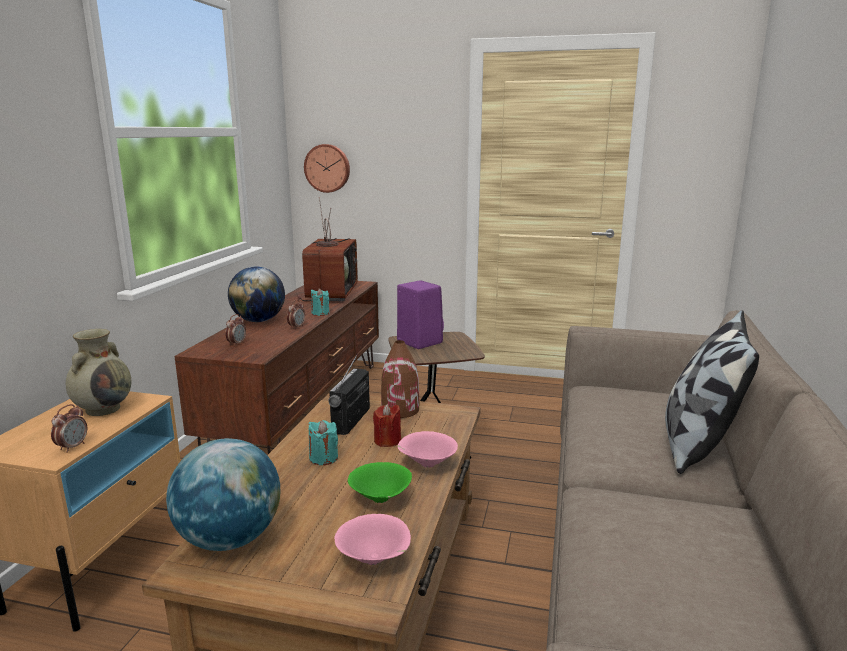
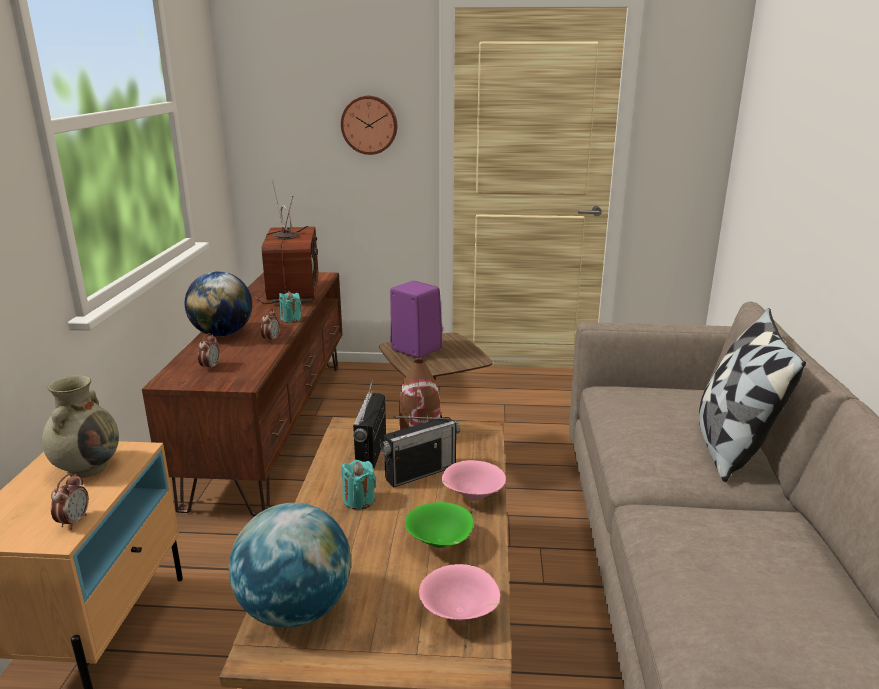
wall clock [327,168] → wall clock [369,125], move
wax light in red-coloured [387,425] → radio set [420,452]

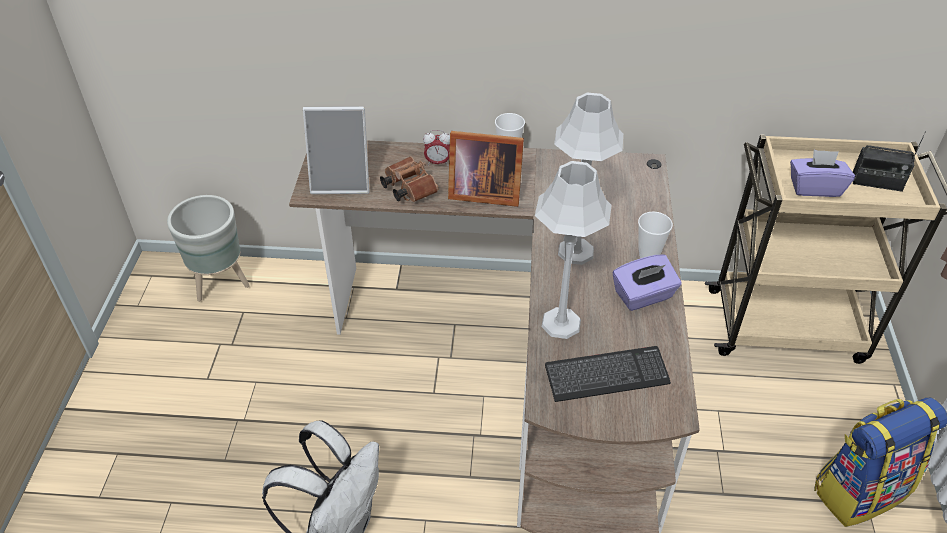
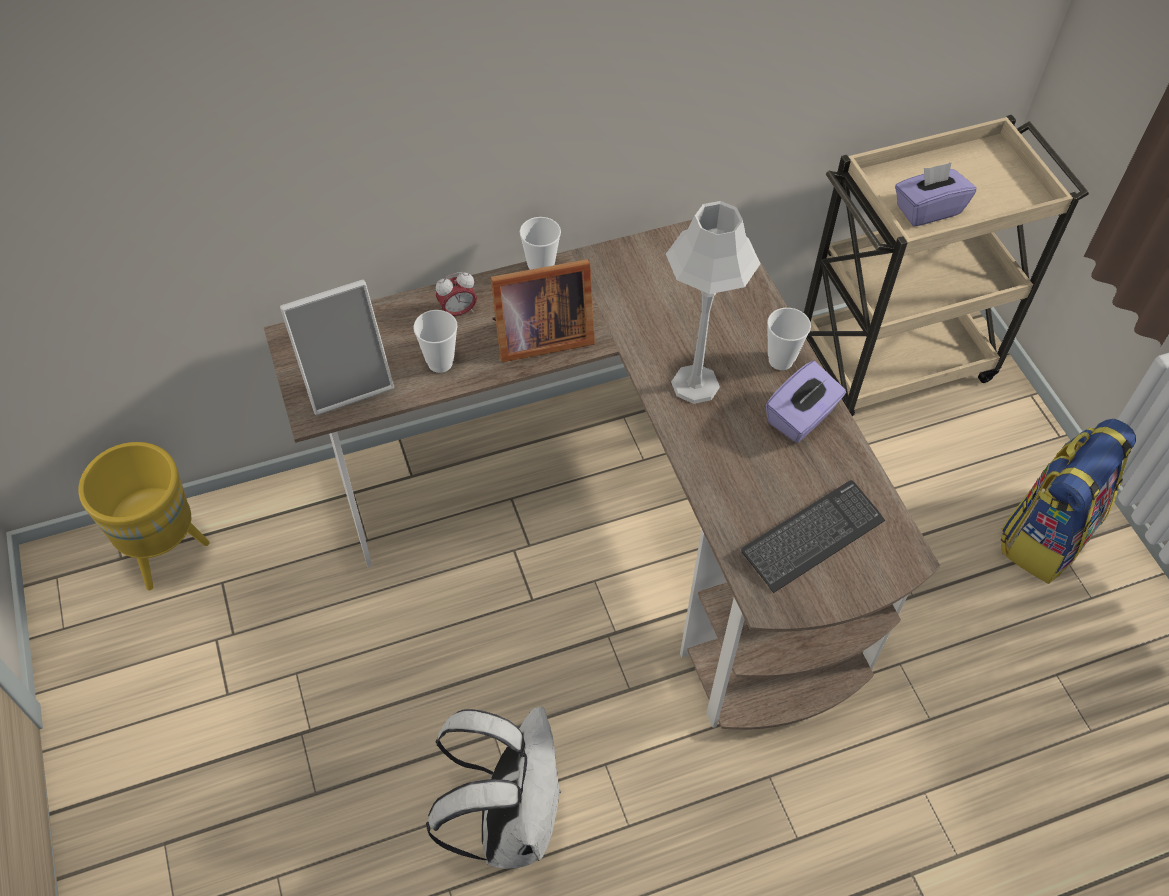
plant pot in grey [208,248] → plant pot in yellowish [144,516]
binoculars in brown-coloured [409,179] → drinking cup [435,341]
lamp for a table in grey [573,250] → -
radio set [889,161] → -

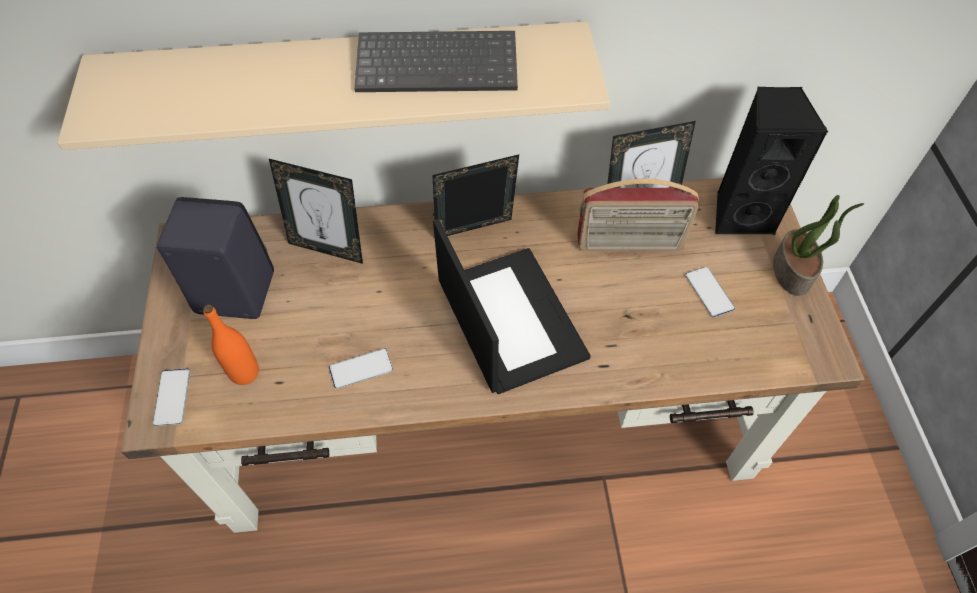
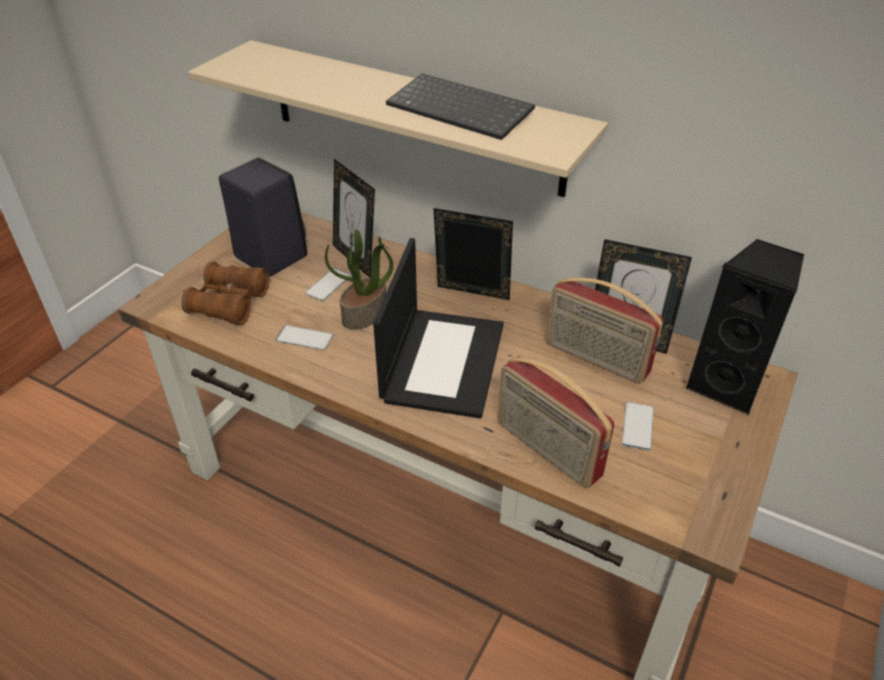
drink bottle in orange-coloured [231,345] → binoculars in brown-coloured [226,293]
phone [171,397] → phone [328,284], move
plant in a pot [818,245] → plant in a pot [359,279], move
- → radio set [556,422]

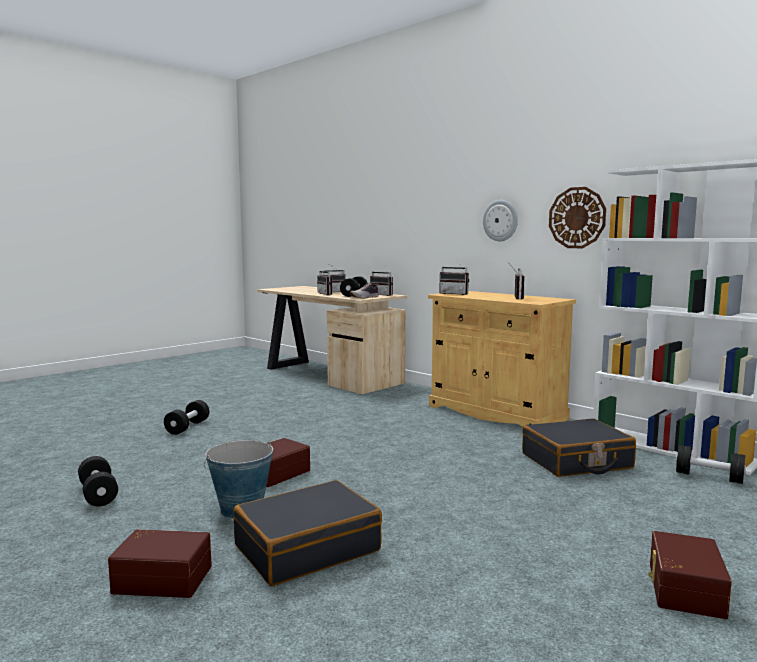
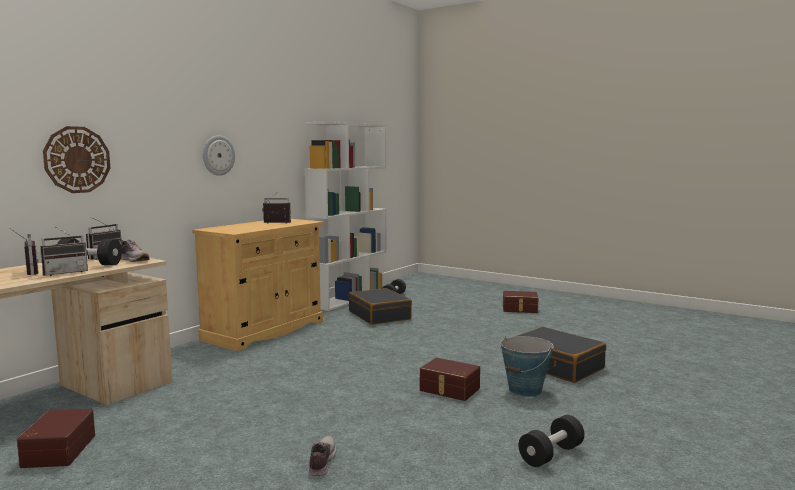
storage box in brown-coloured [160,563] → storage box in brown-coloured [56,438], move
wall clock [577,217] → wall clock [76,159], move
free weight in blackish [186,417] → low shoe [322,456]
radio set [454,278] → -

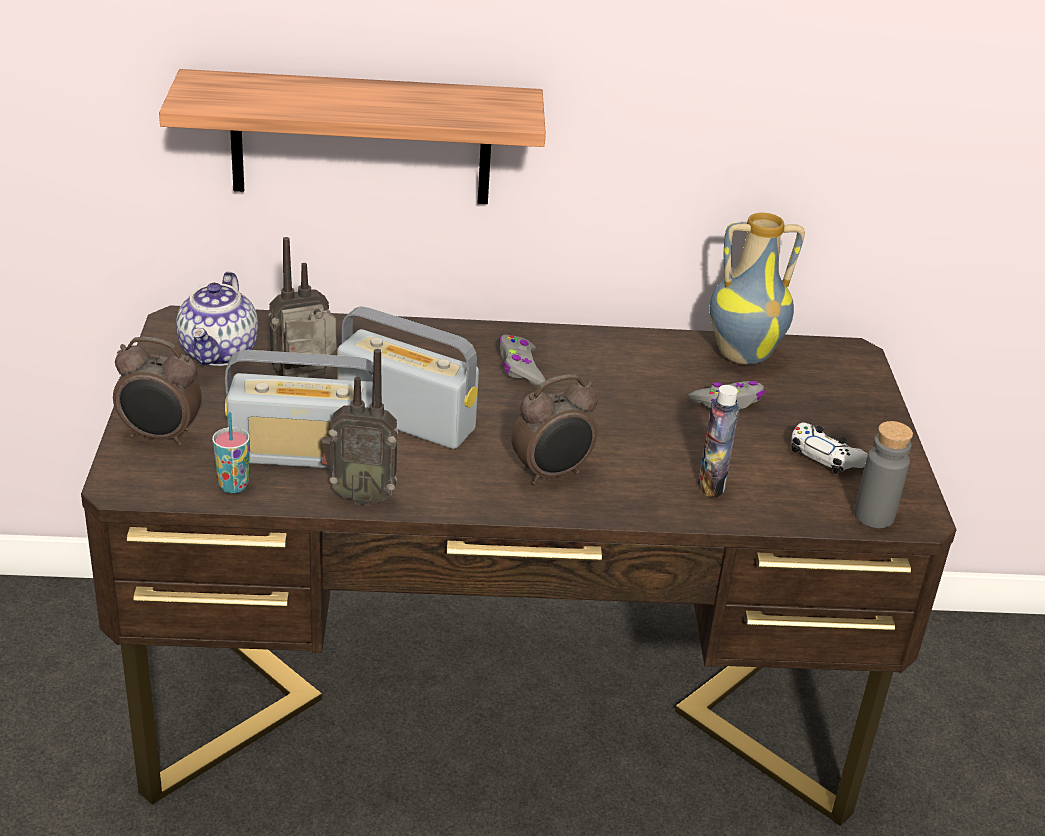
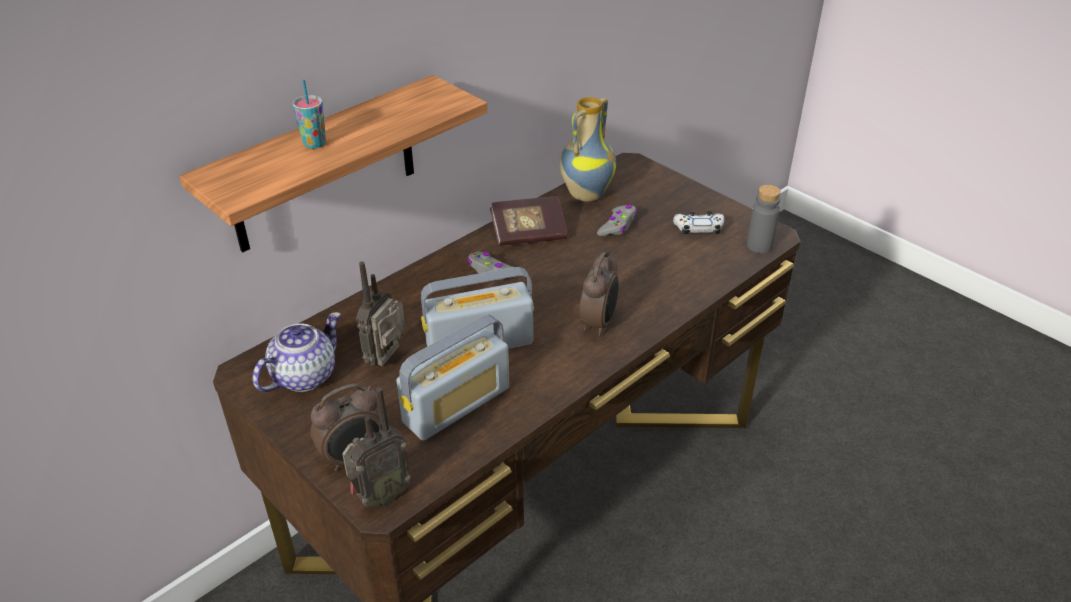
pot for tea [217,319] → pot for tea [297,352], 105 degrees counterclockwise
drinking cup [231,452] → drinking cup [309,114], move
radio set [360,427] → radio set [376,447], move
- → volume [529,221]
drink bottle [718,441] → -

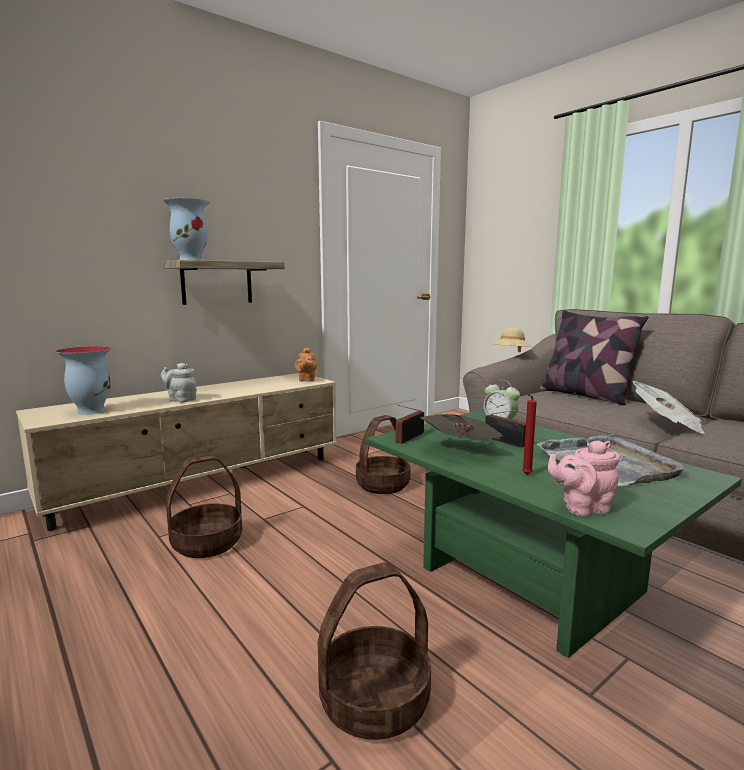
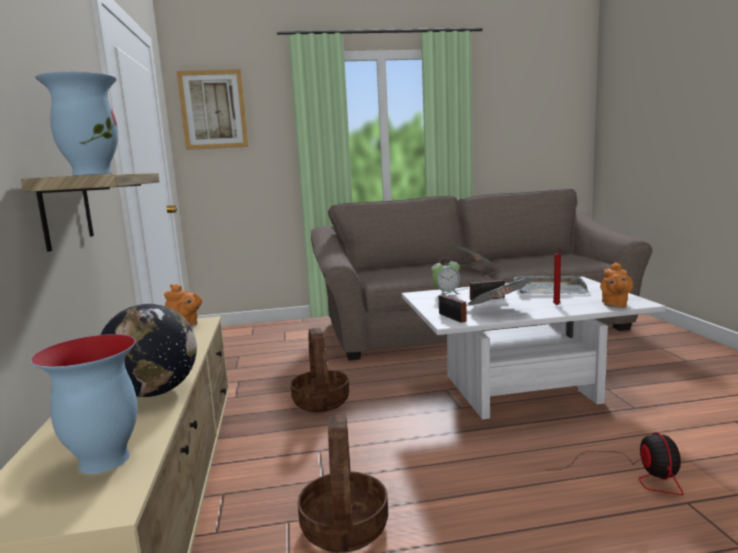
pot for tea in grey [179,383] → desk globe [148,350]
- → picture [212,109]
lounge table in green [554,534] → lounge table in white-coloured [534,347]
storage basket [374,651] → fan [620,463]
pot for tea in pinkish [584,478] → pot for tea in orange-coloured [616,285]
hat in beige [511,339] → -
cushion [594,357] → -

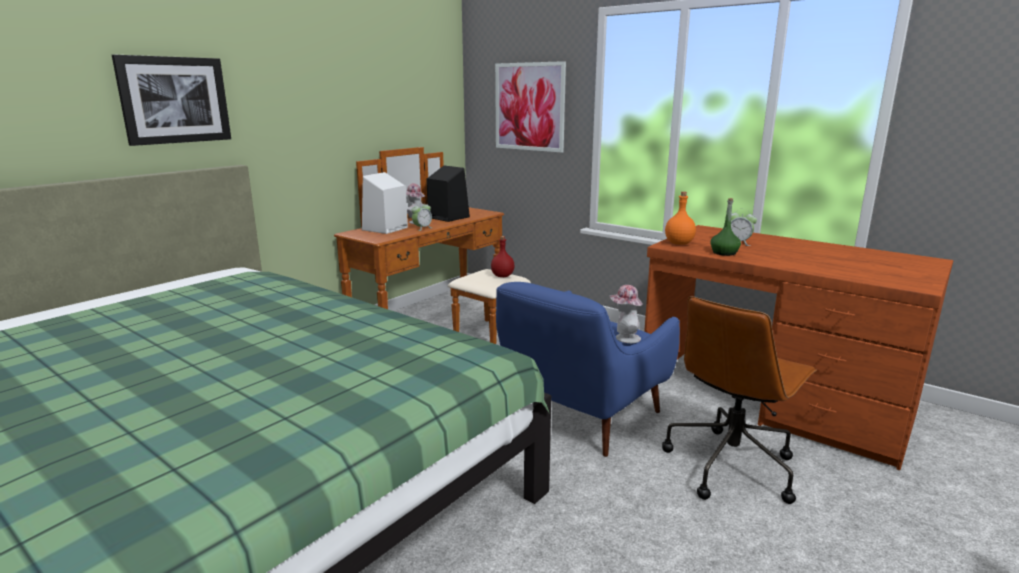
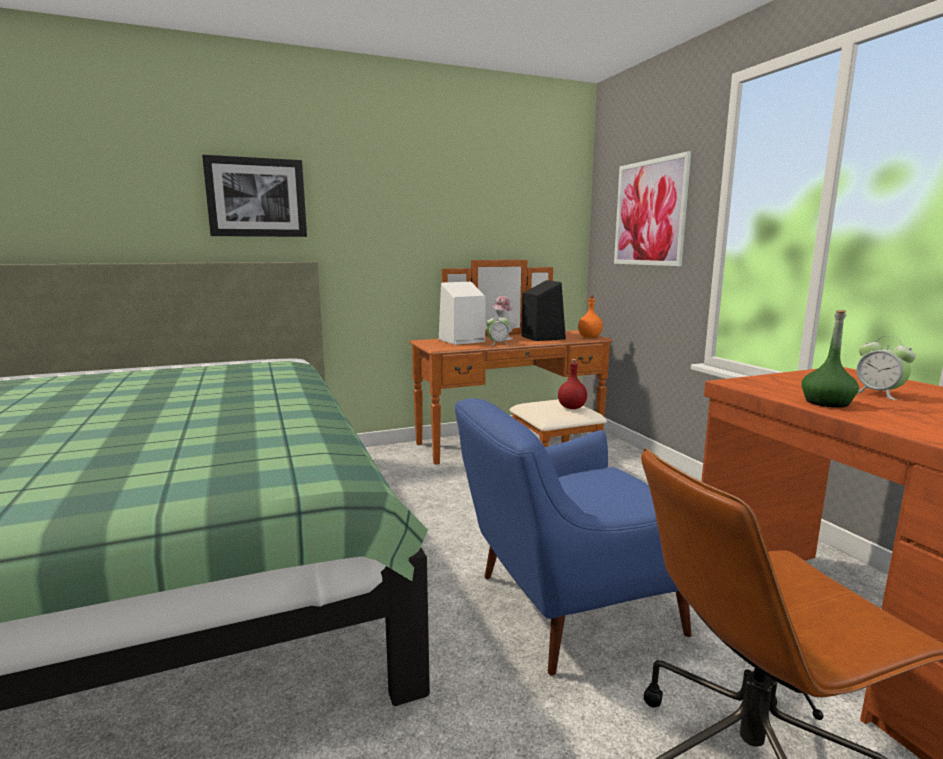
drink bottle in orange-coloured [680,218] → drink bottle in orange-coloured [590,316], move
hat [626,314] → -

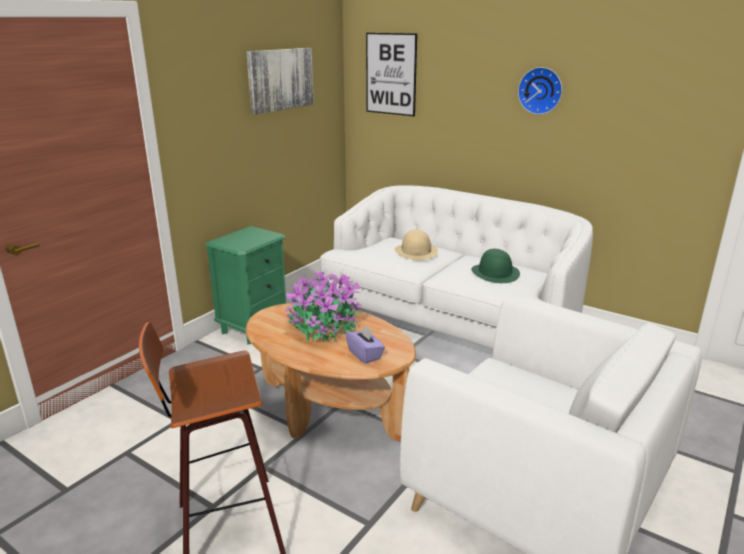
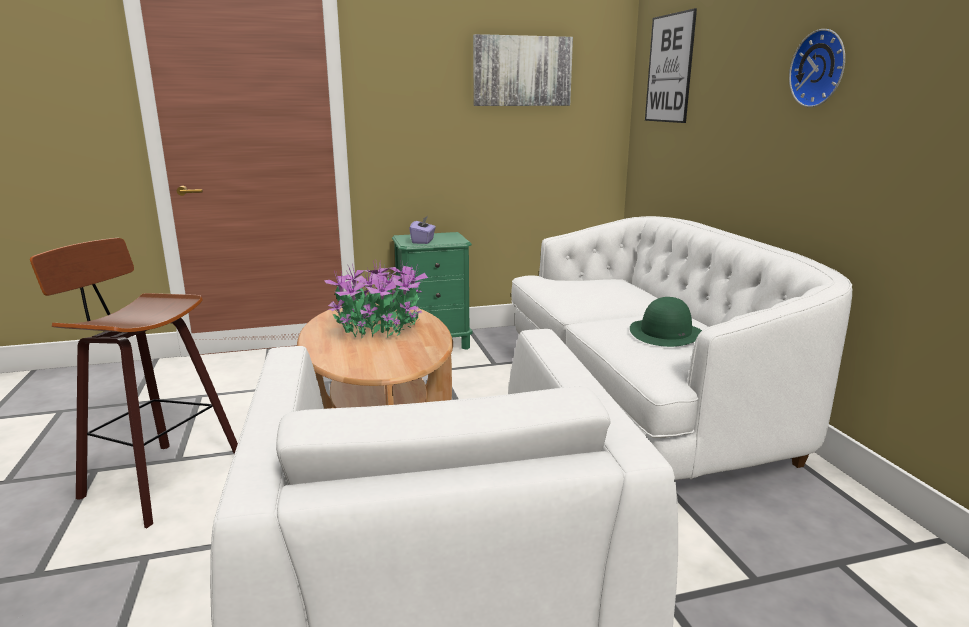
tissue box in purplish [365,344] → tissue box in purplish [422,230], move
hat in beige [416,244] → -

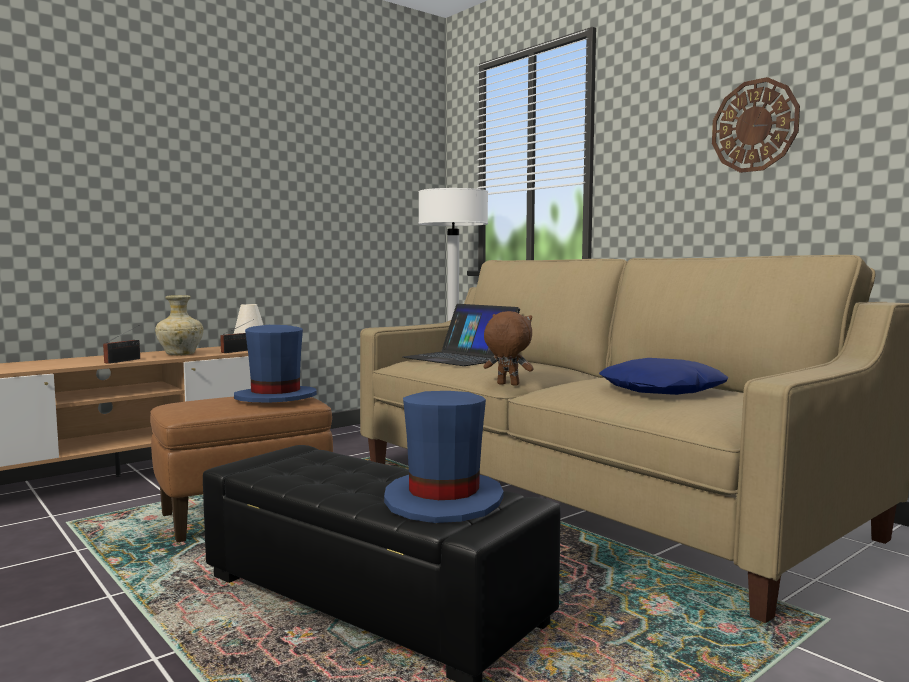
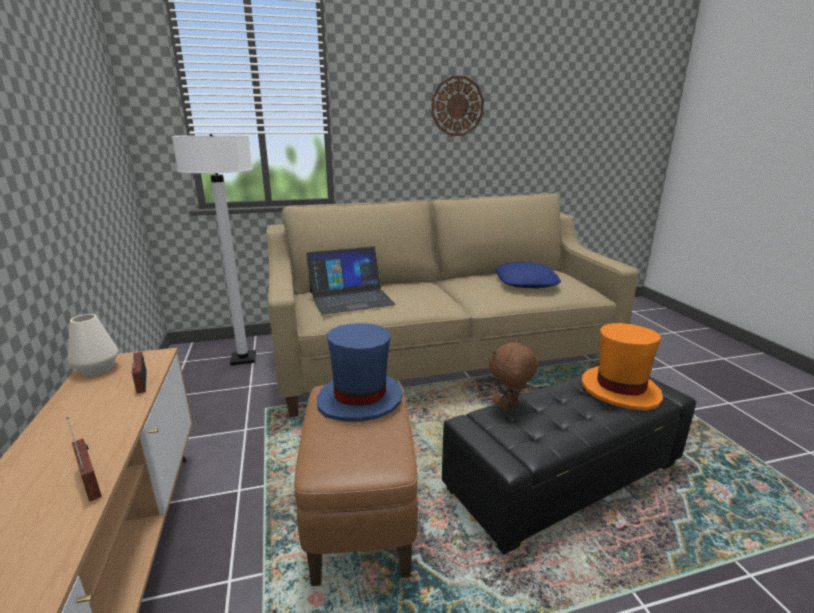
cuddly toy in brown-coloured [508,348] → cuddly toy in brown-coloured [513,375], move
hat in blue [444,457] → hat in orange-coloured [622,367]
vase in beige [179,325] → -

